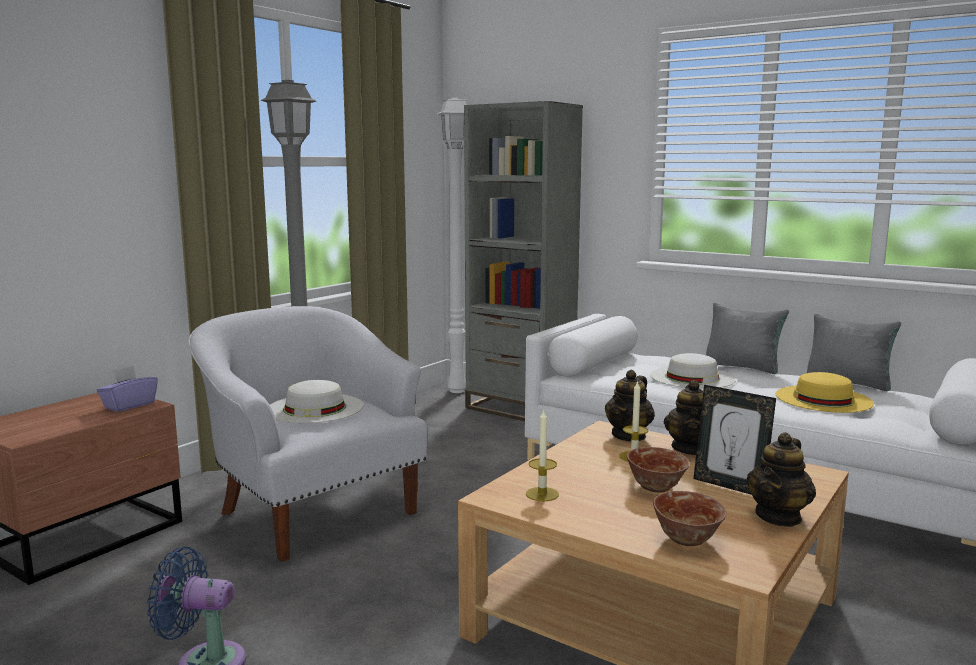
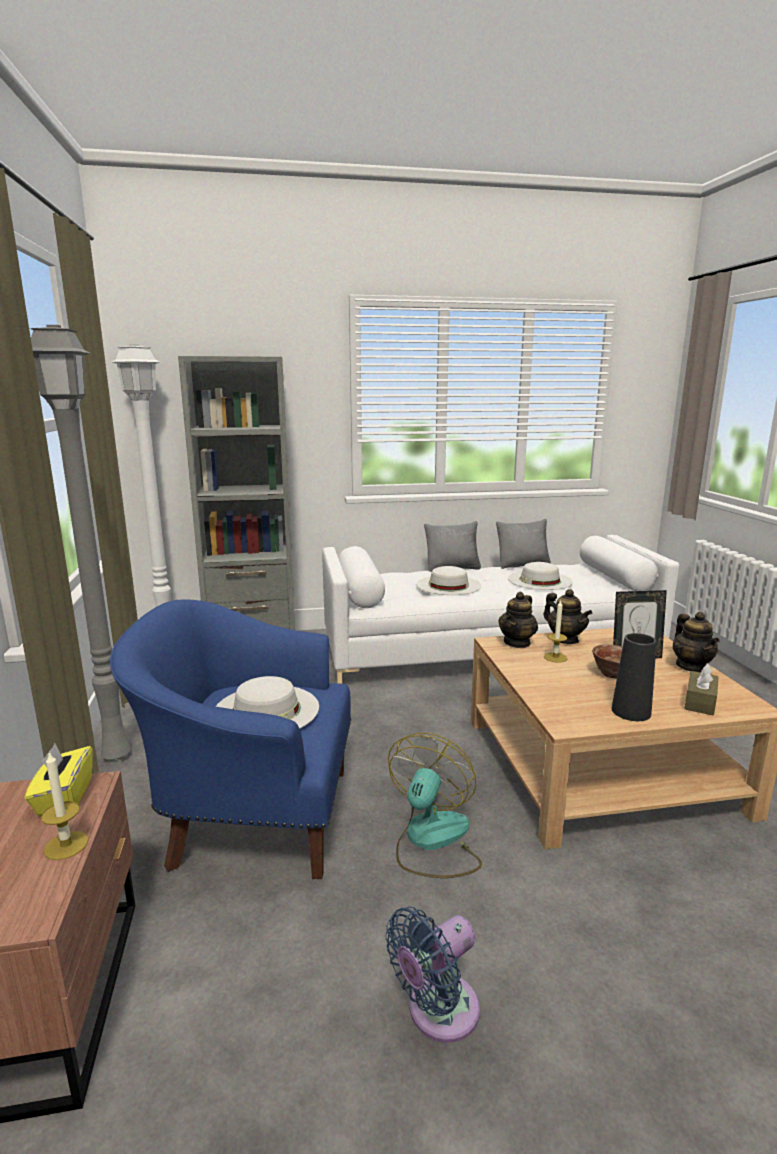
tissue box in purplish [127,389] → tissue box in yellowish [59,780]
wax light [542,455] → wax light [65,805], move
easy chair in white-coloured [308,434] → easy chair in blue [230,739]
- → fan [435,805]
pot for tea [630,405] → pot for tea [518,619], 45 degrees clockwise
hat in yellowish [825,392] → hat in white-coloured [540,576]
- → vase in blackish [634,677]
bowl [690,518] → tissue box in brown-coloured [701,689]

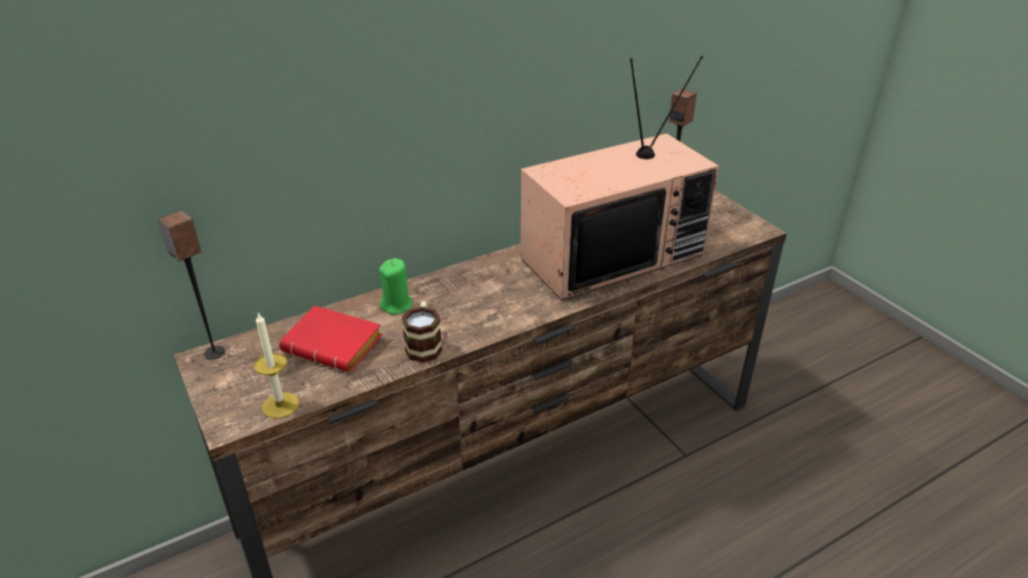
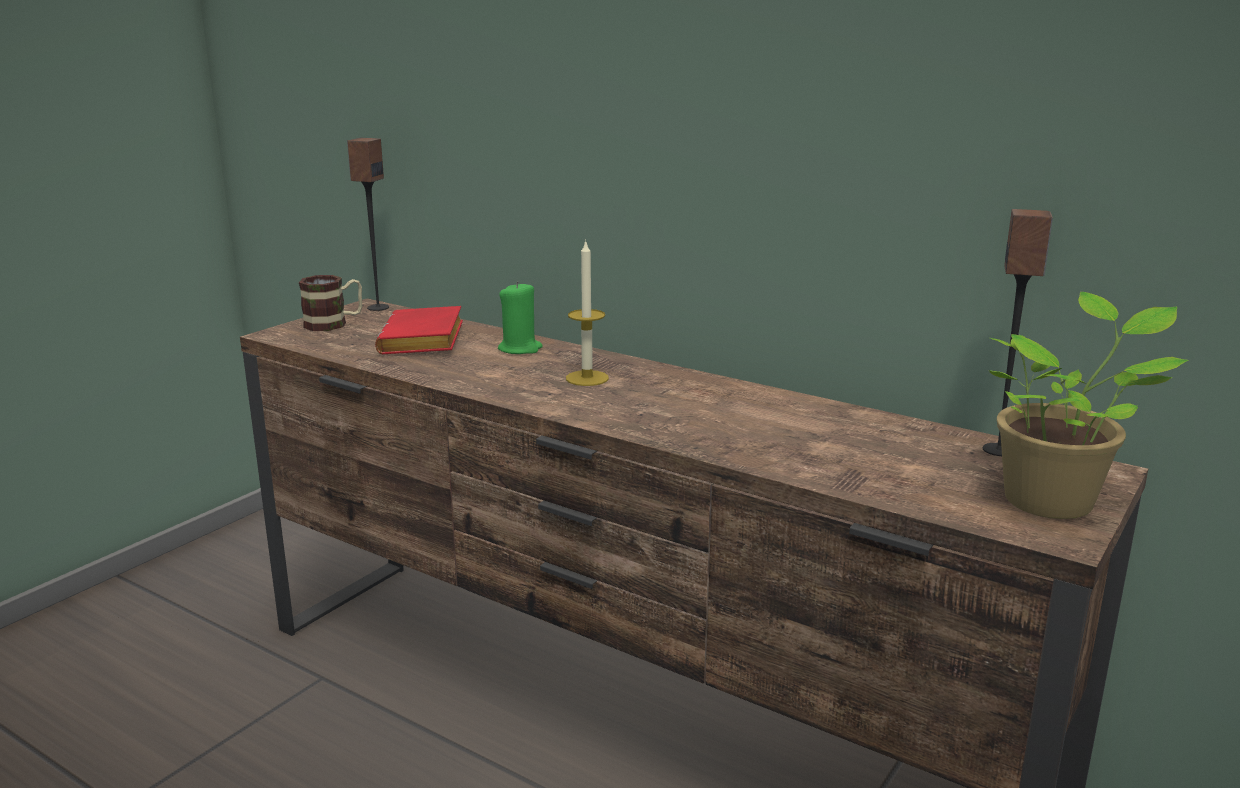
tea mug [422,332] → tea mug [330,303], move
wax light [276,365] → wax light [587,313], move
- → plant in a pot [1089,405]
television [619,178] → -

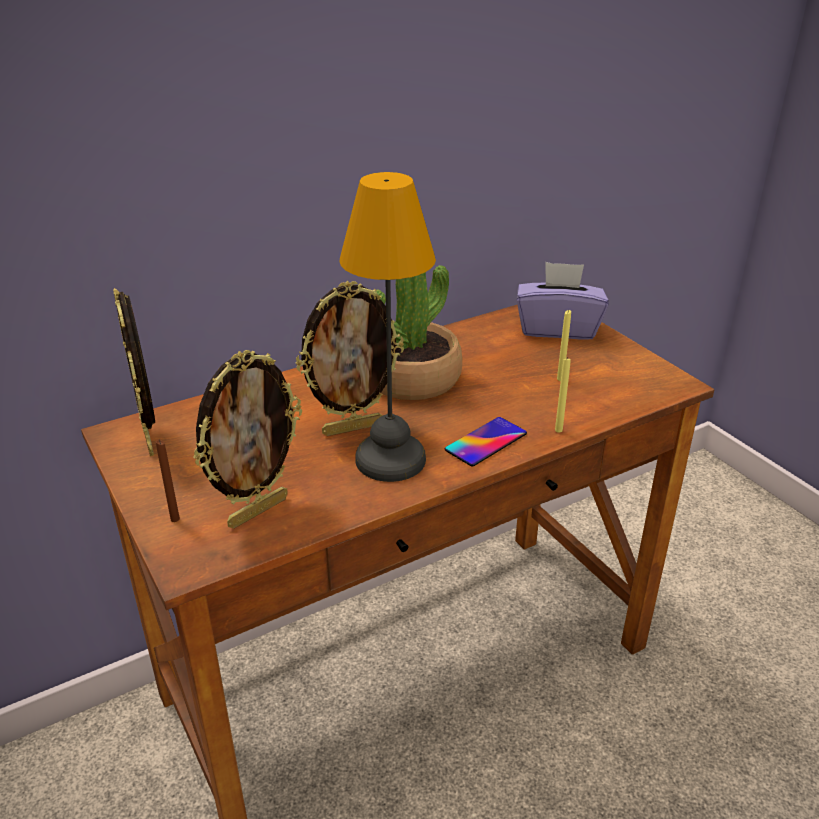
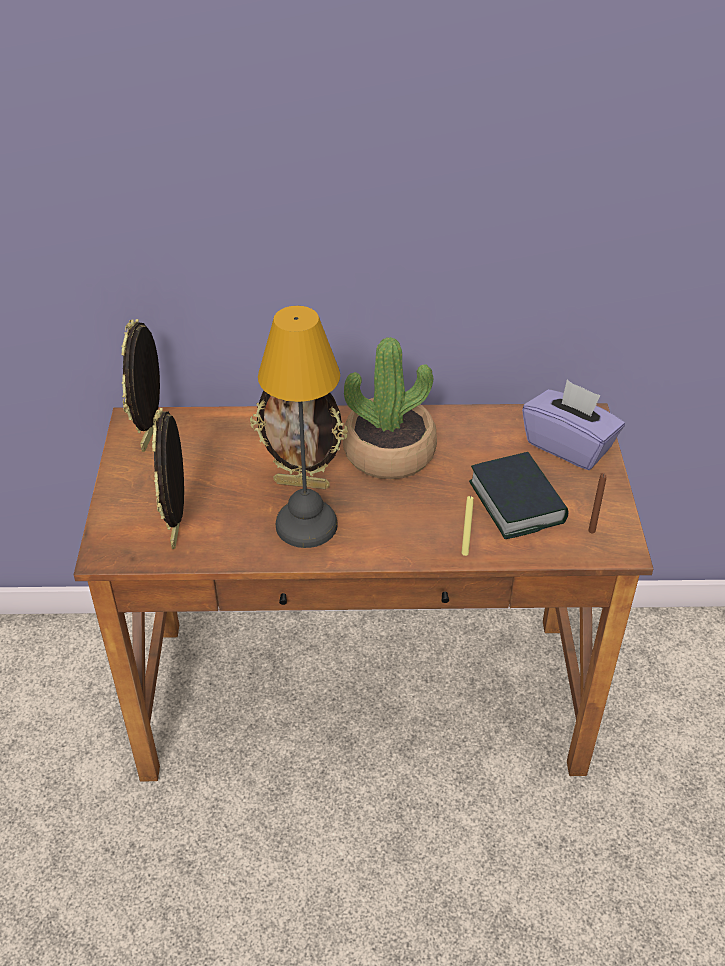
photo frame [247,439] → photo frame [168,478], 105 degrees clockwise
wax light in yellowish [564,345] → volume [519,495]
wax light in brown-coloured [168,481] → wax light in brown-coloured [597,503], move
phone [486,441] → -

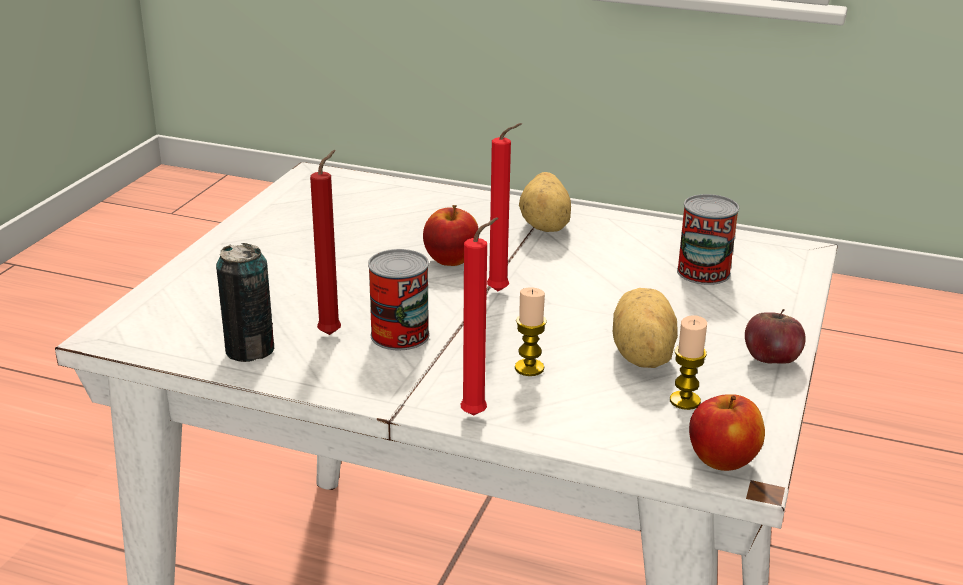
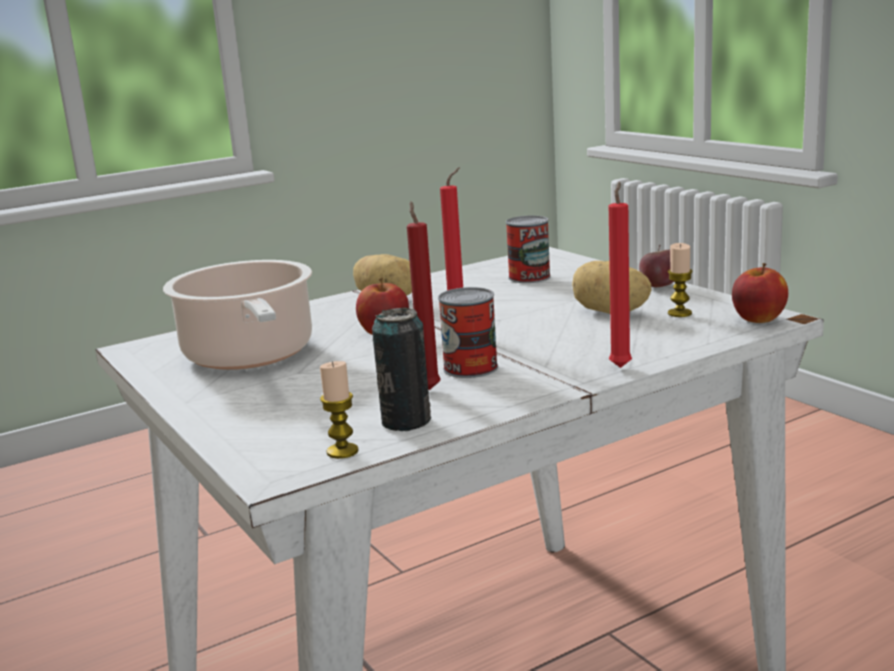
- → cooking pot [237,315]
wax light [531,331] → wax light [339,410], move

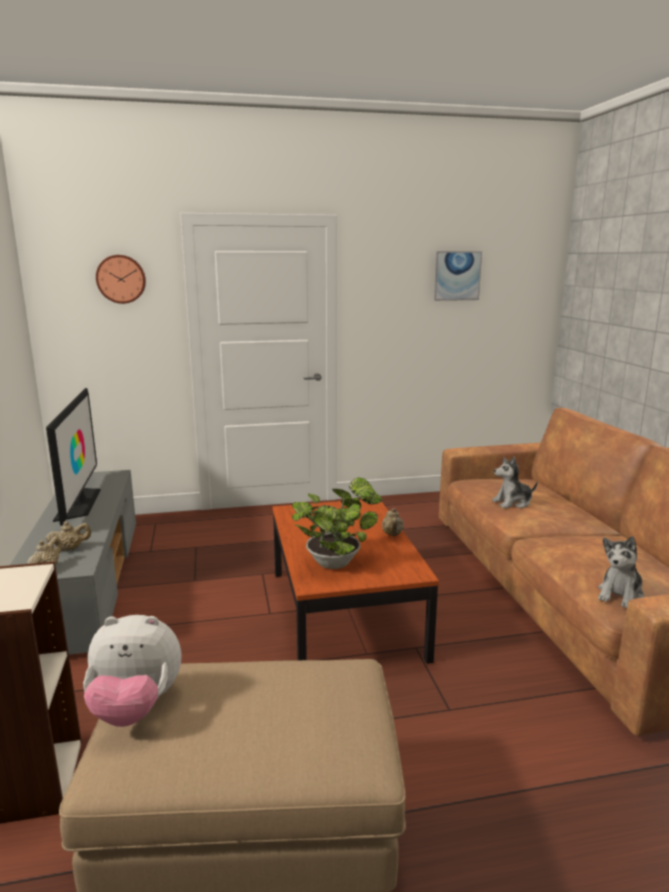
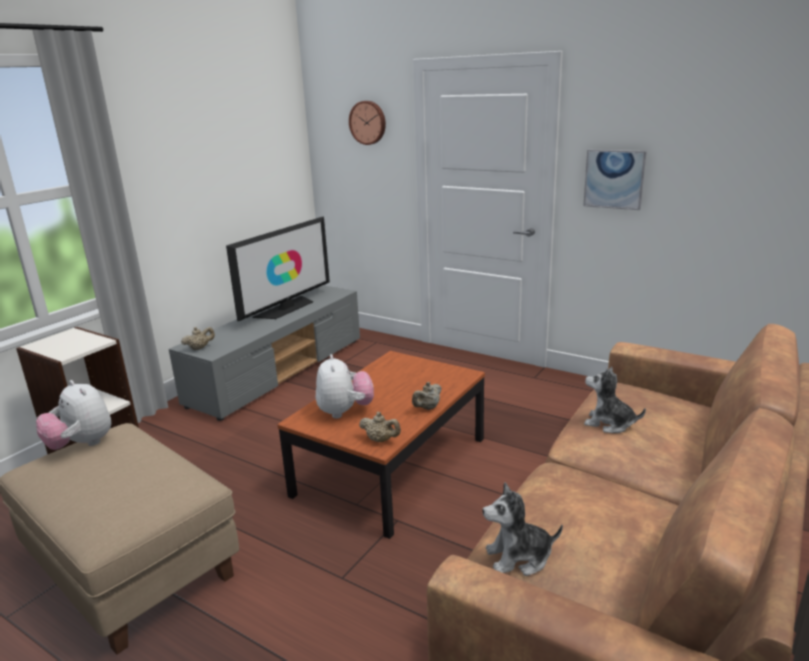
plant in a pot [337,523] → cuddly toy [345,386]
pot for tea in beige [68,536] → pot for tea in beige [380,427], move
picture [458,276] → picture [615,180], move

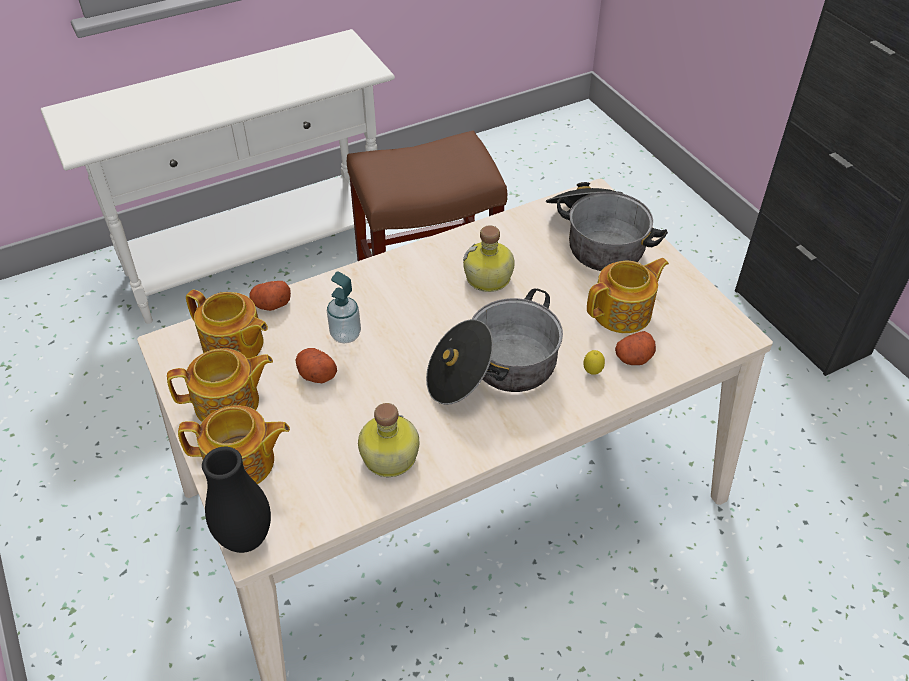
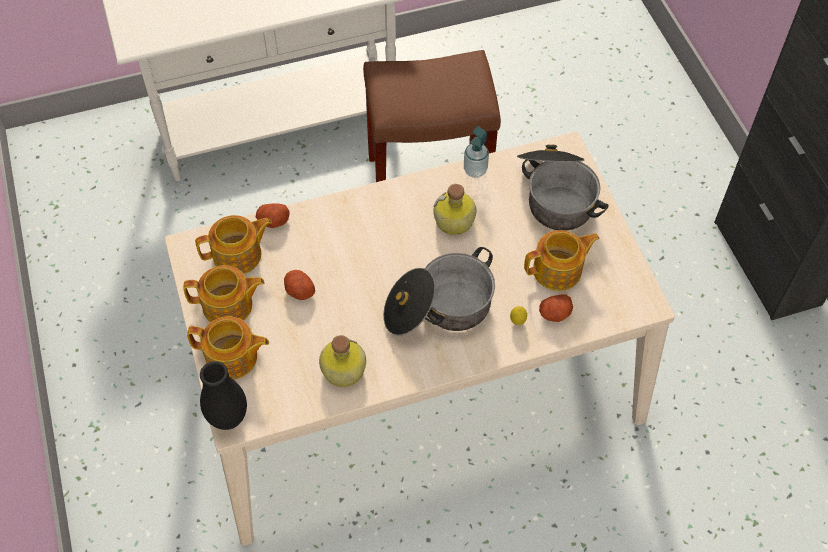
pot for tea [227,323] → pot for tea [233,244], 60 degrees counterclockwise
soap bottle [344,307] → soap bottle [476,152], move

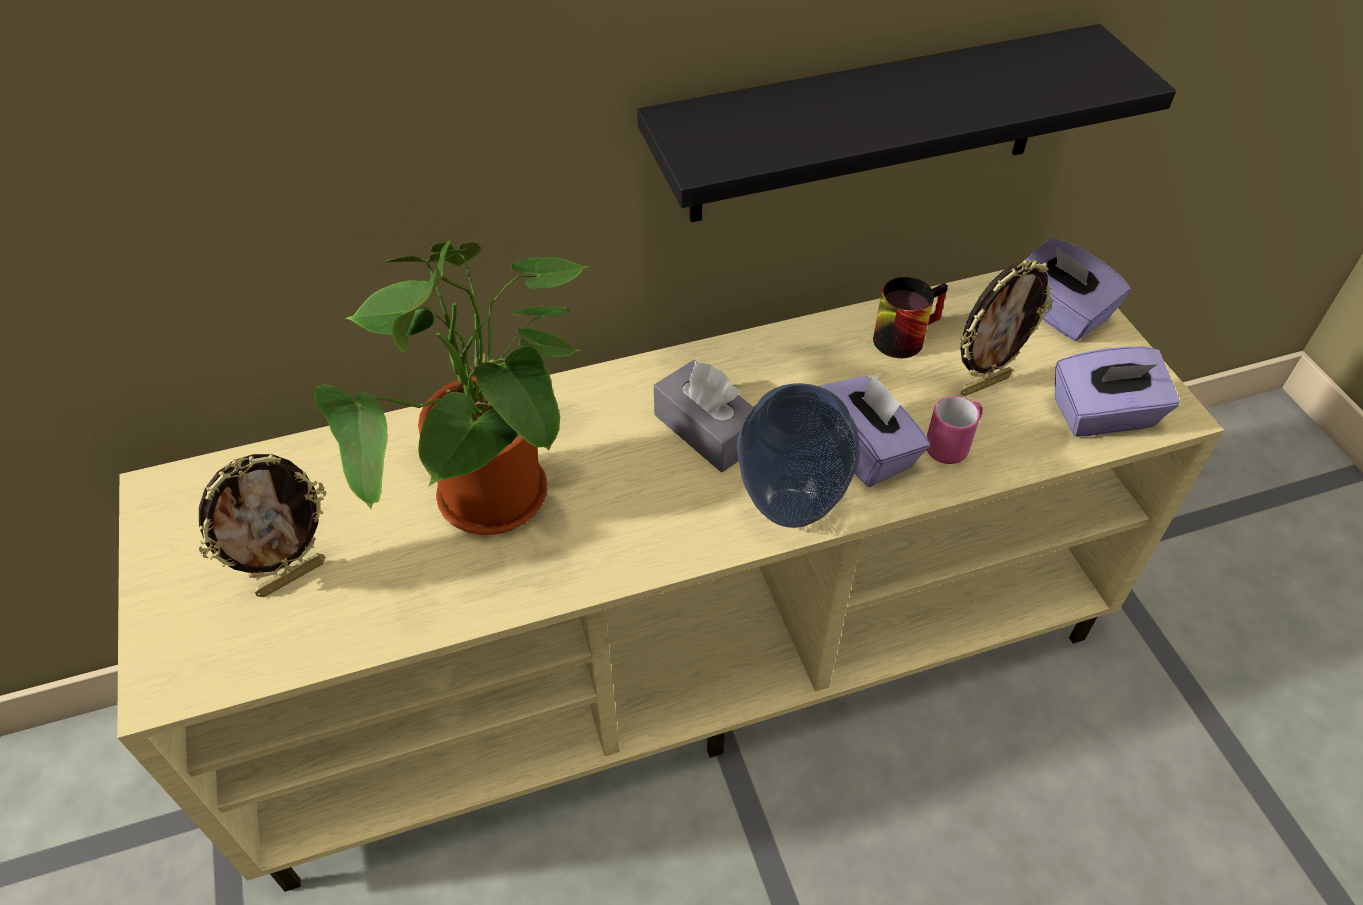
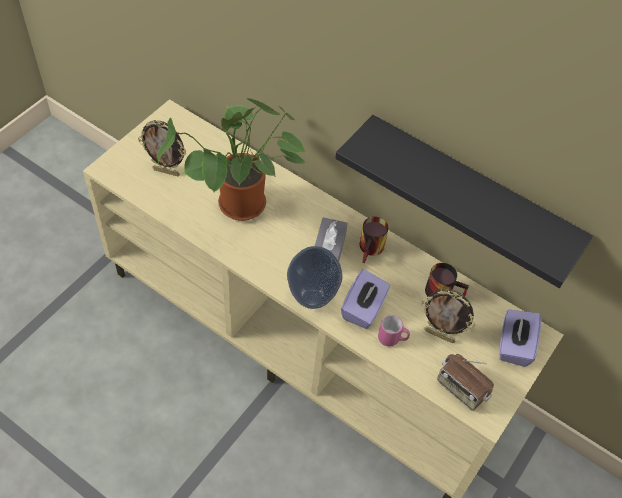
- → tea mug [374,239]
tissue box in purplish [1117,391] → radio set [465,382]

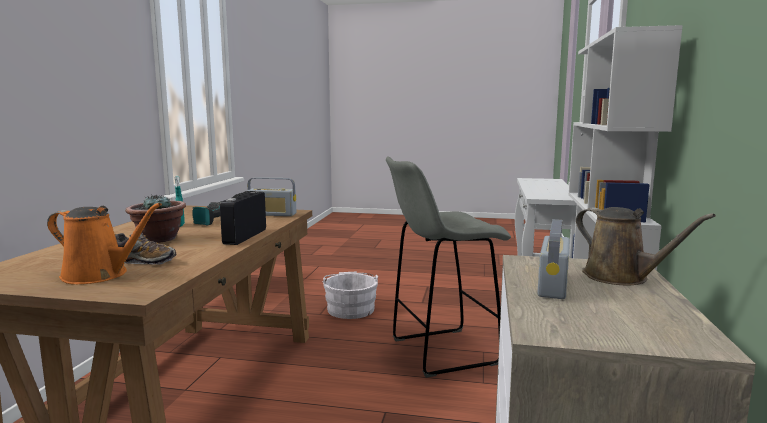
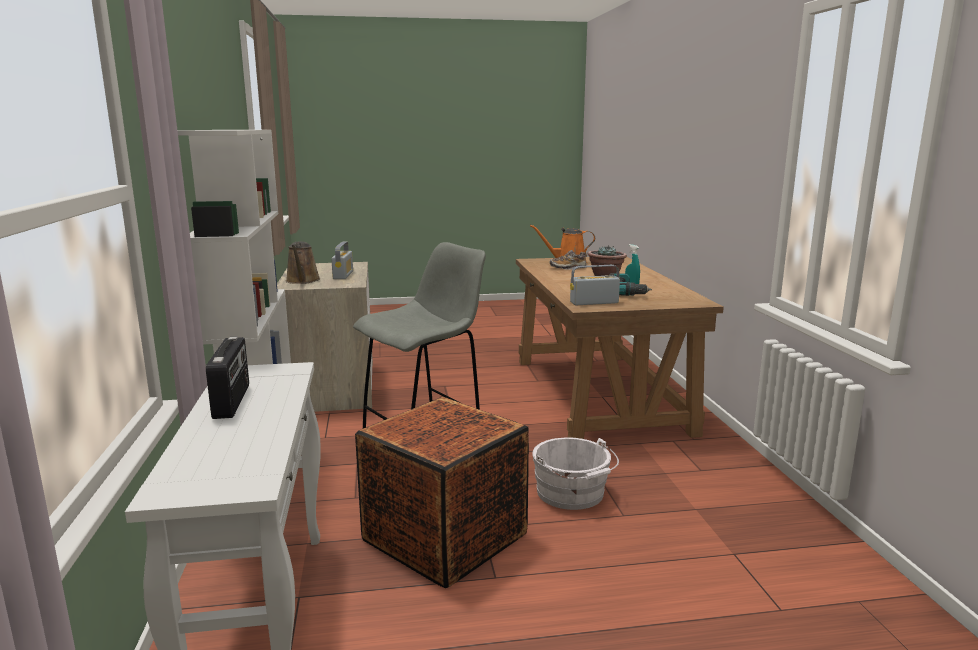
radio set [243,218] → radio set [227,378], move
sprinkling can in brown-coloured [646,246] → sprinkling can in brown-coloured [303,262], 135 degrees counterclockwise
- → shipping crate [442,492]

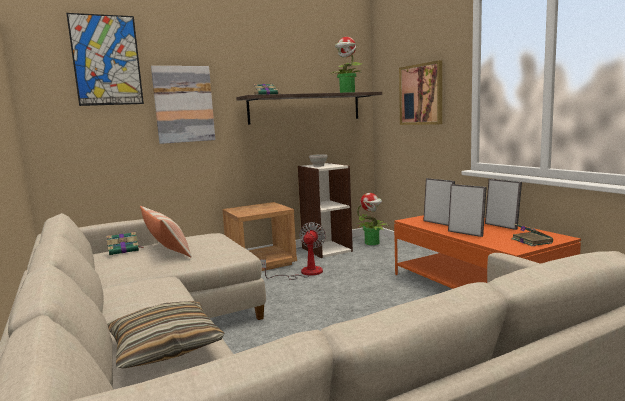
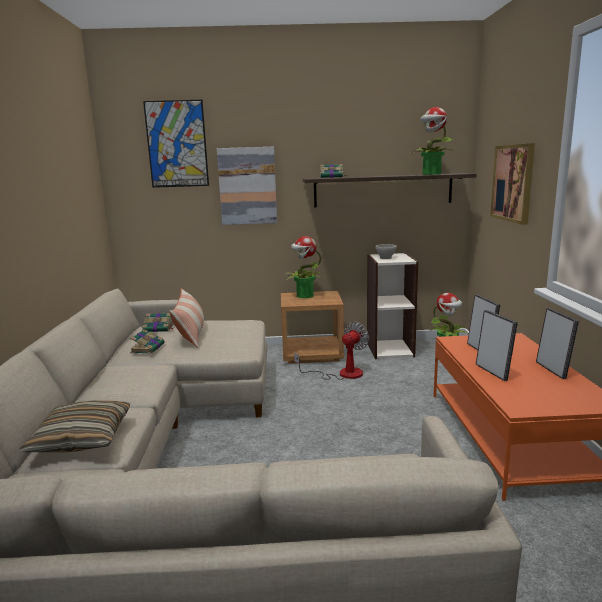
volume [532,234] → volume [147,341], move
- → plant in a pot [304,267]

